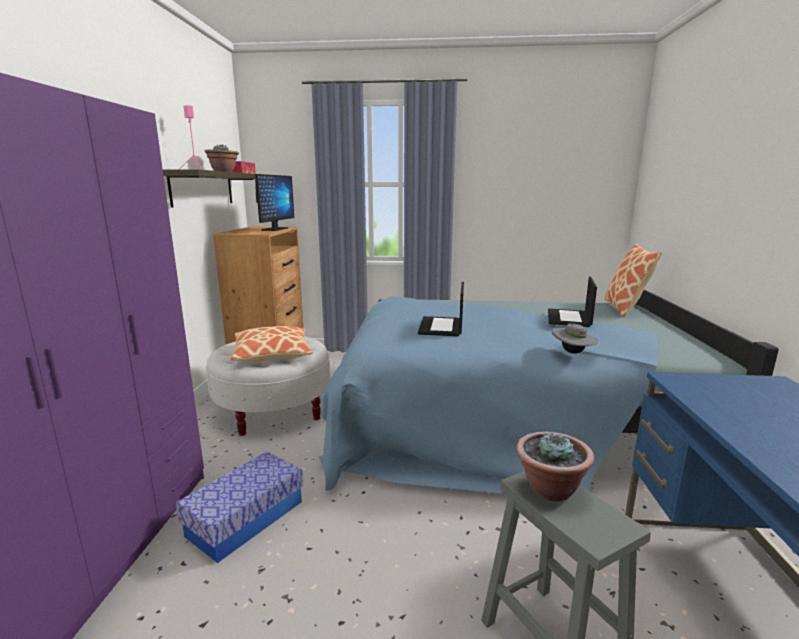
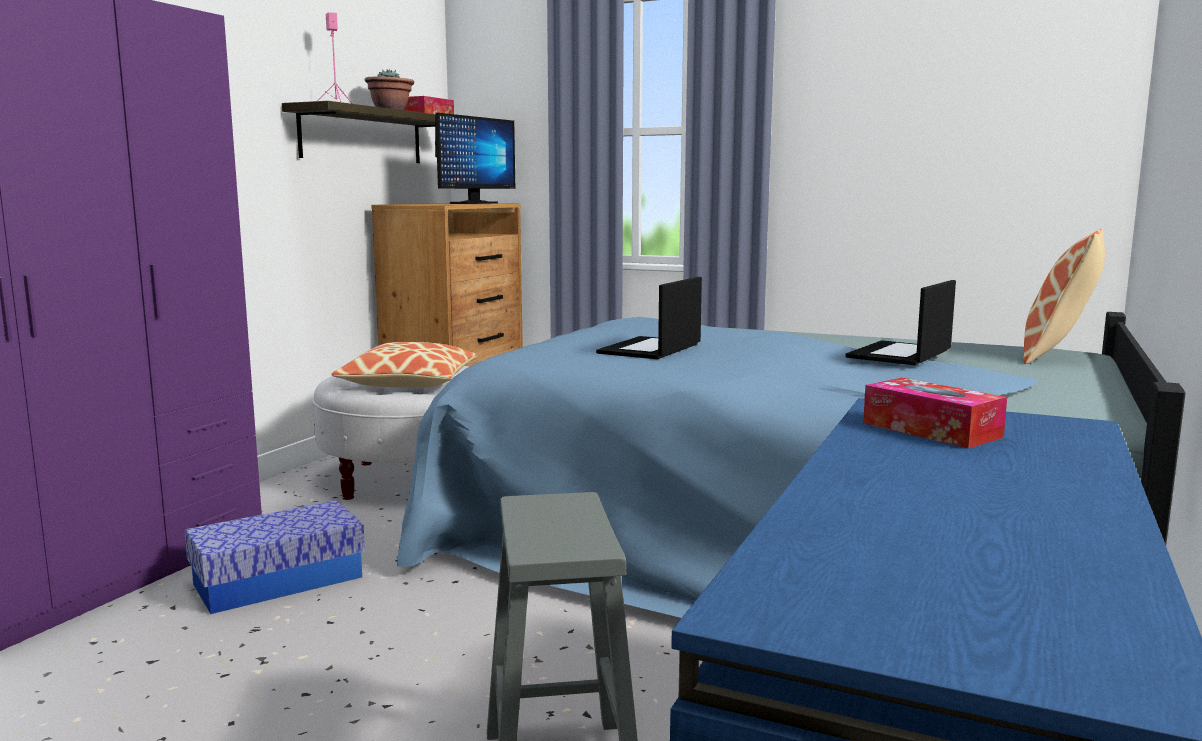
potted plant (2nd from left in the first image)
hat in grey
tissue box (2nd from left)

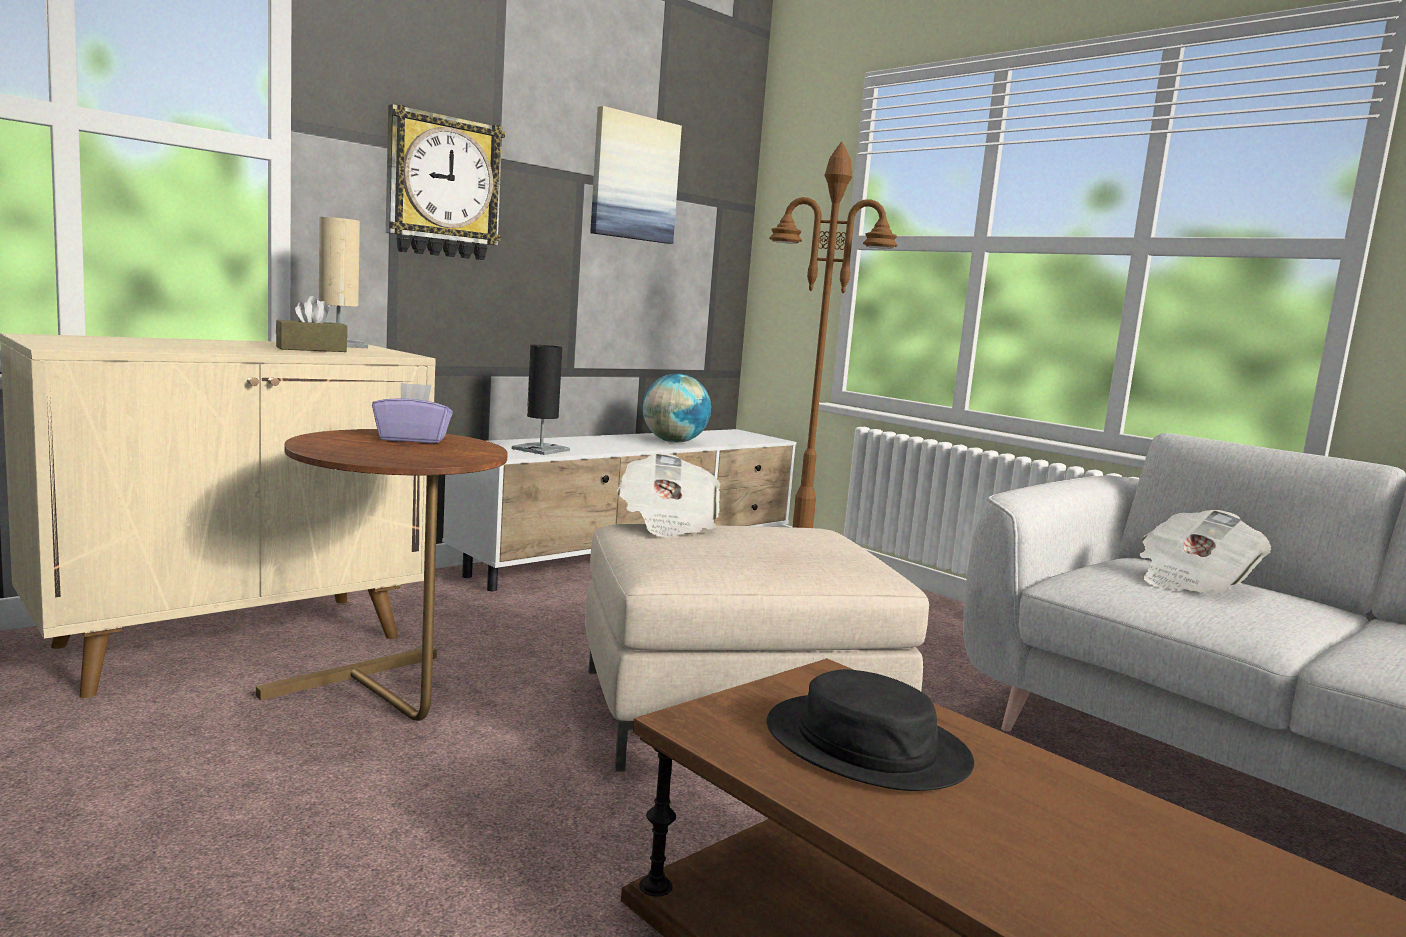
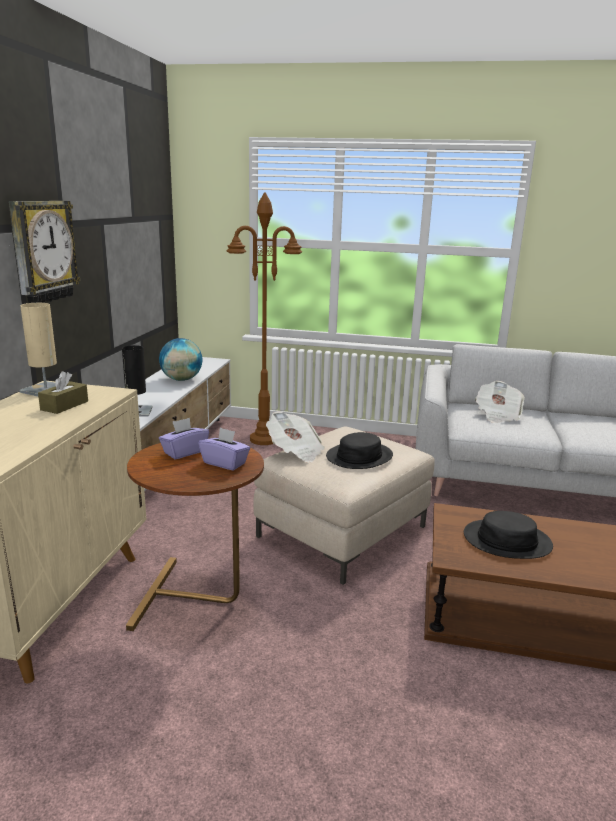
picture
tissue box in purple (2nd from left)
hat in black (1st from left)

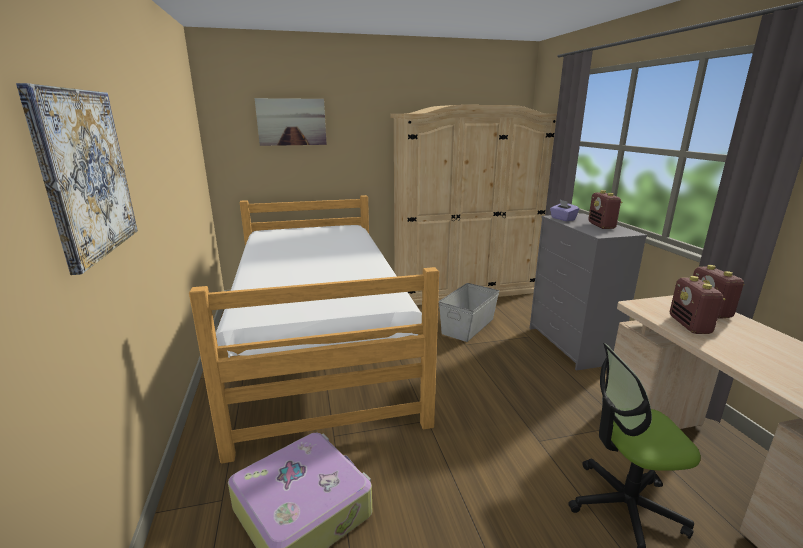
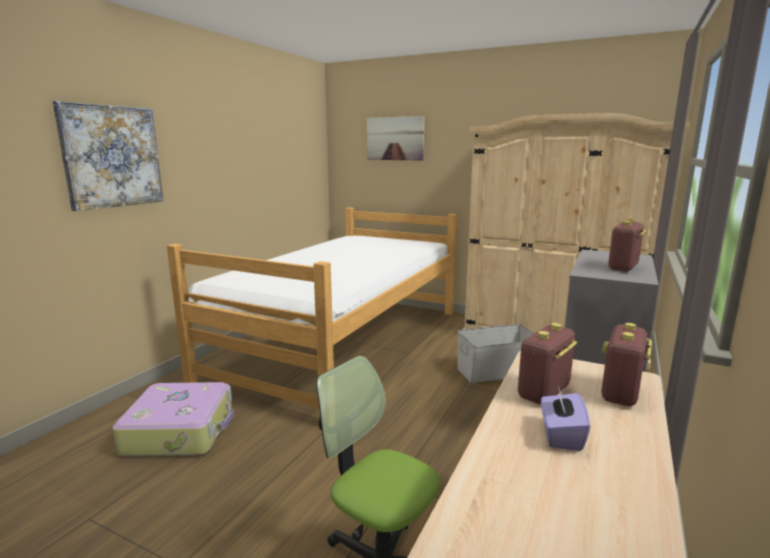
tissue box in purple

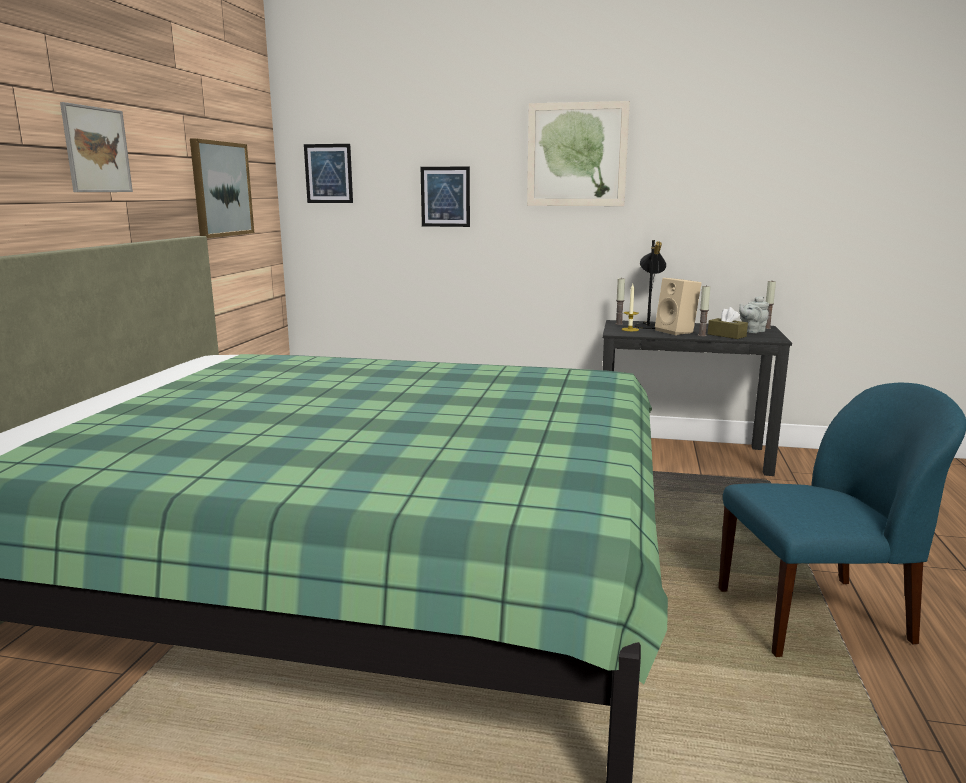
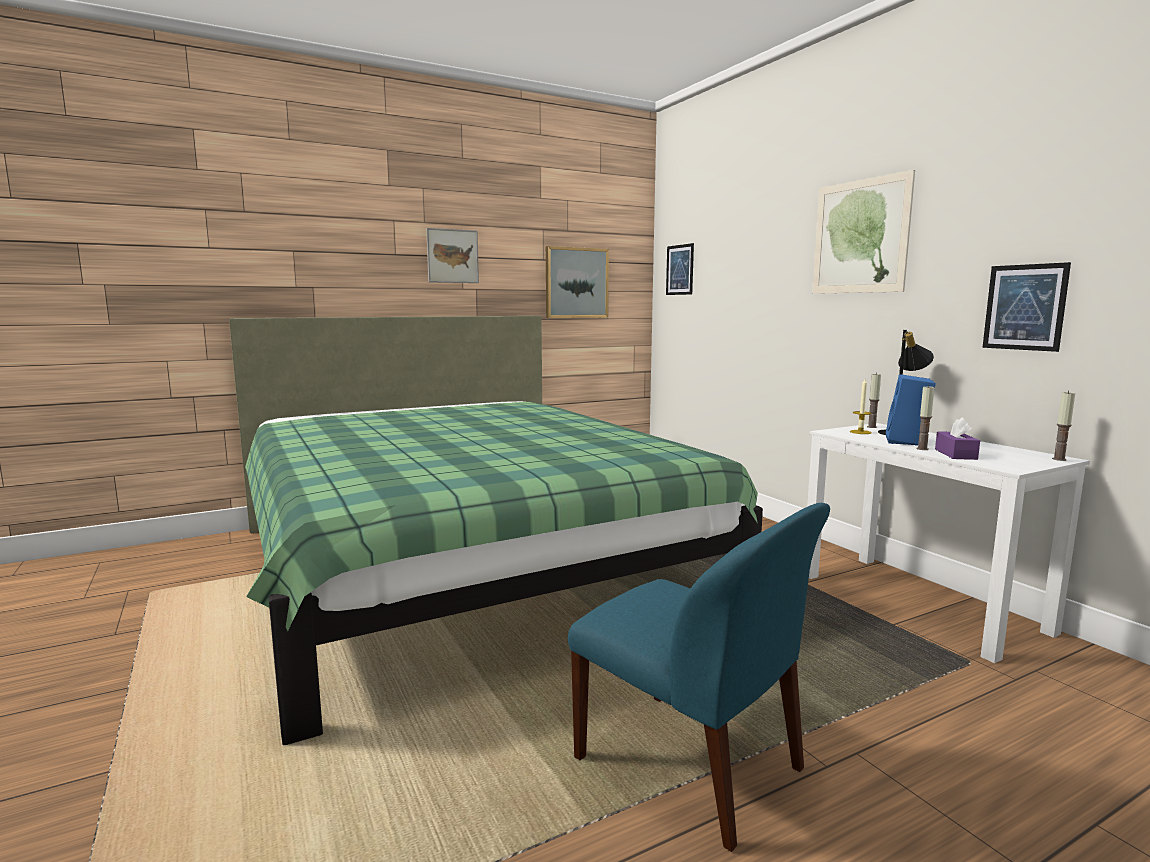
picture (5th from left)
desk in white
speaker in blue
tissue box in purple
teapot in grey

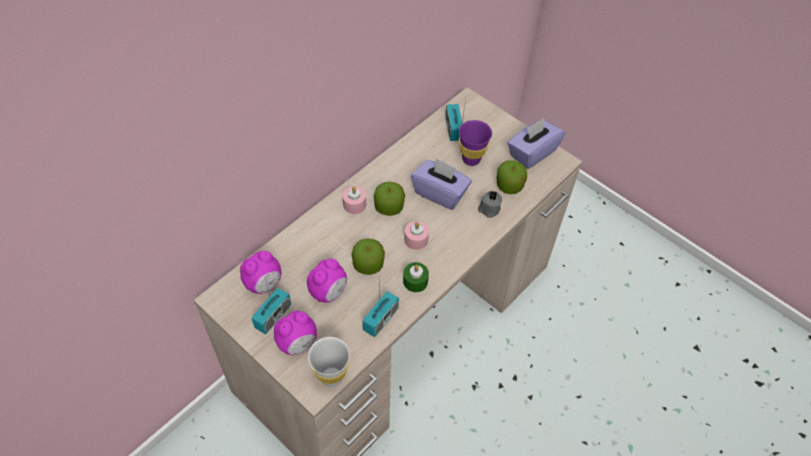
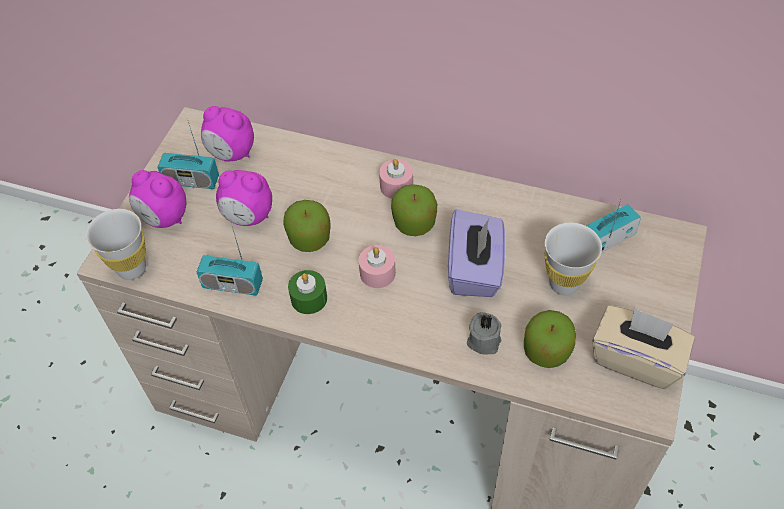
cup in white (2nd from left)
tissue box in beige

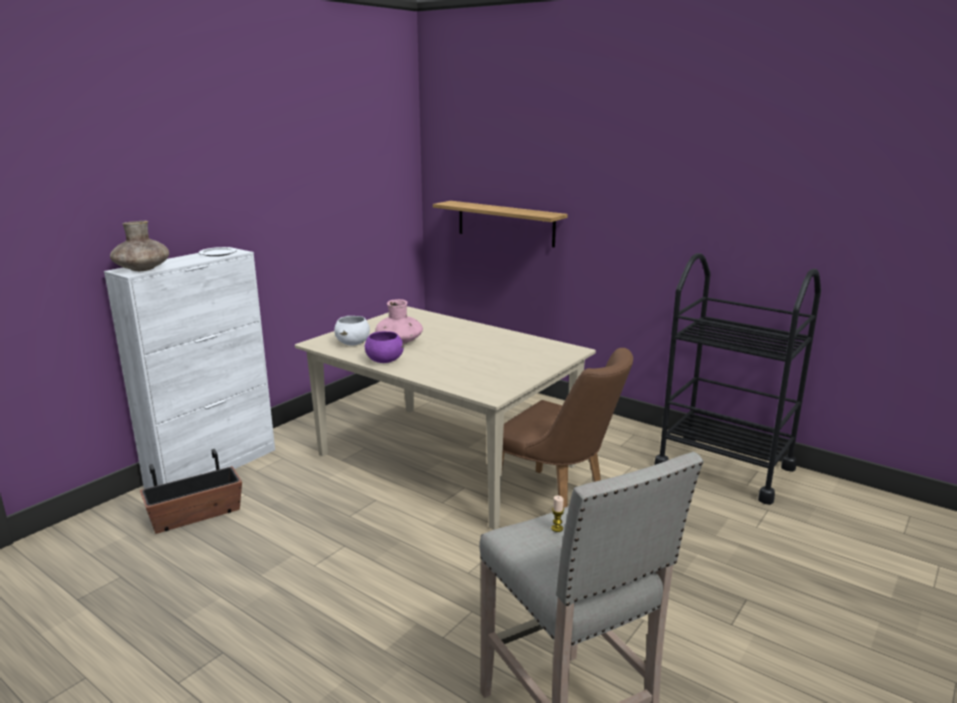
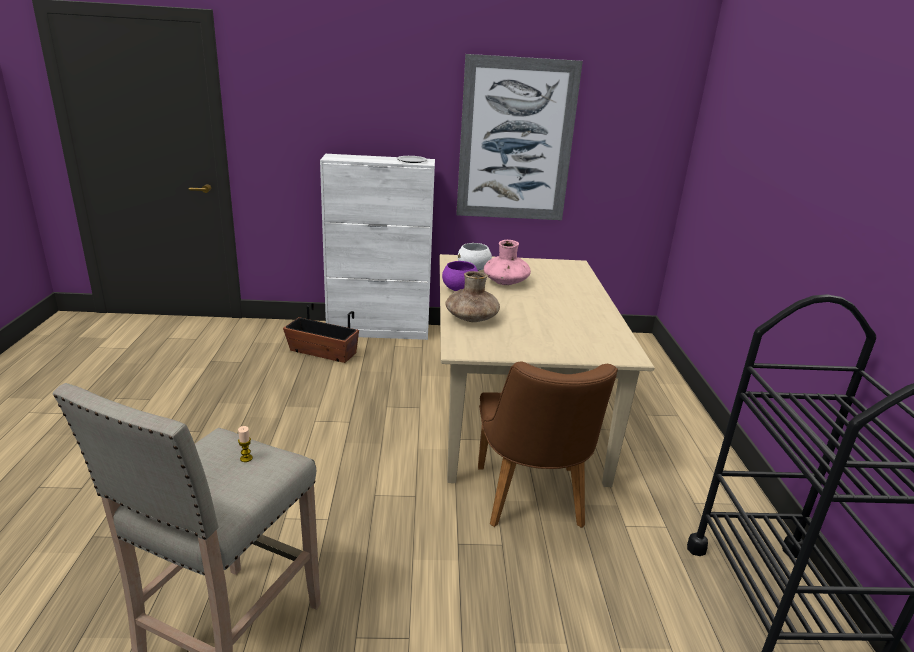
vase in brown
shelf
picture

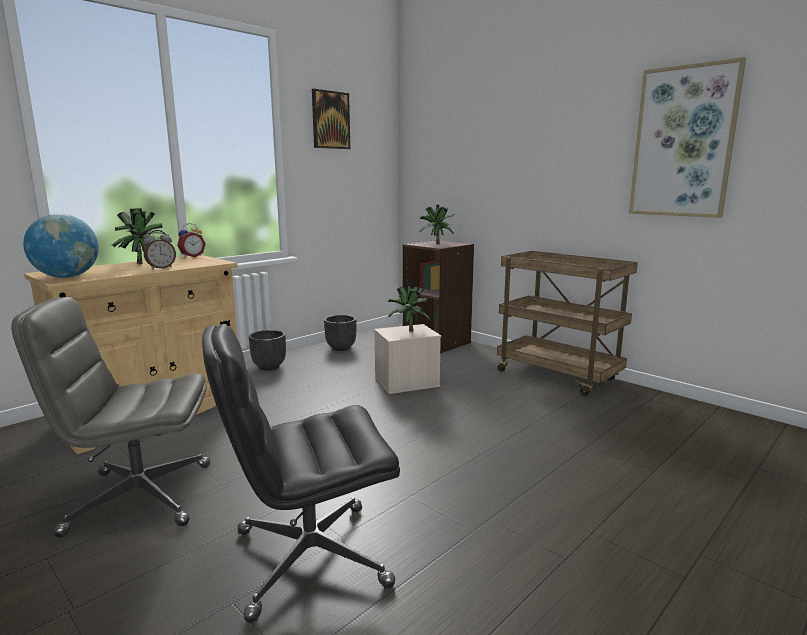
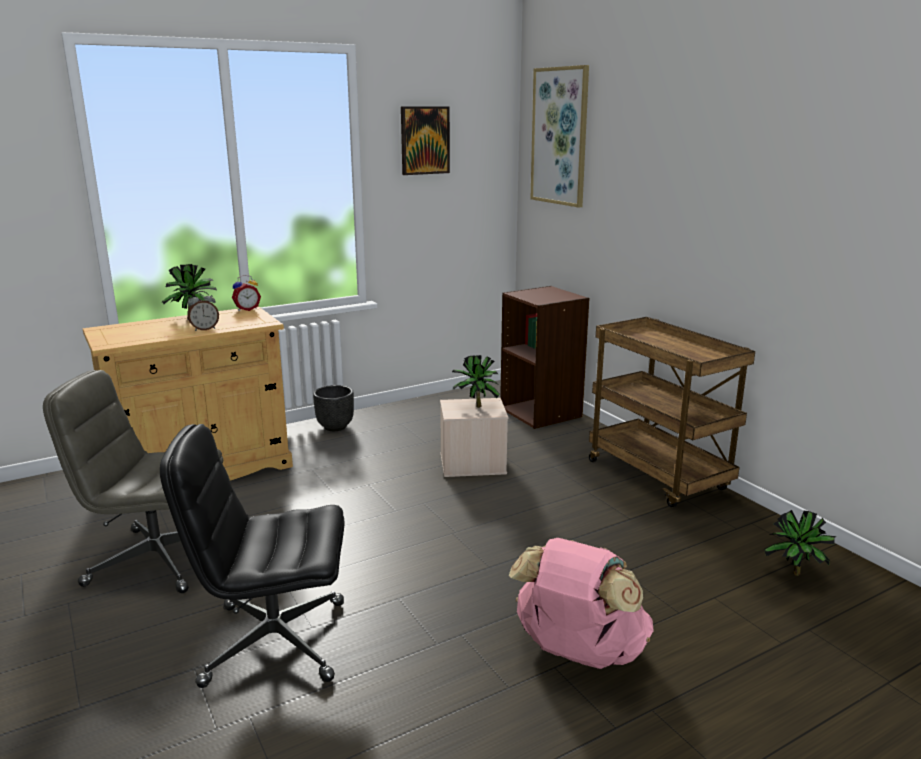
globe
planter in black (2nd from left in the first image)
potted plant (3rd from left)
picture (2nd from left)
backpack in pink

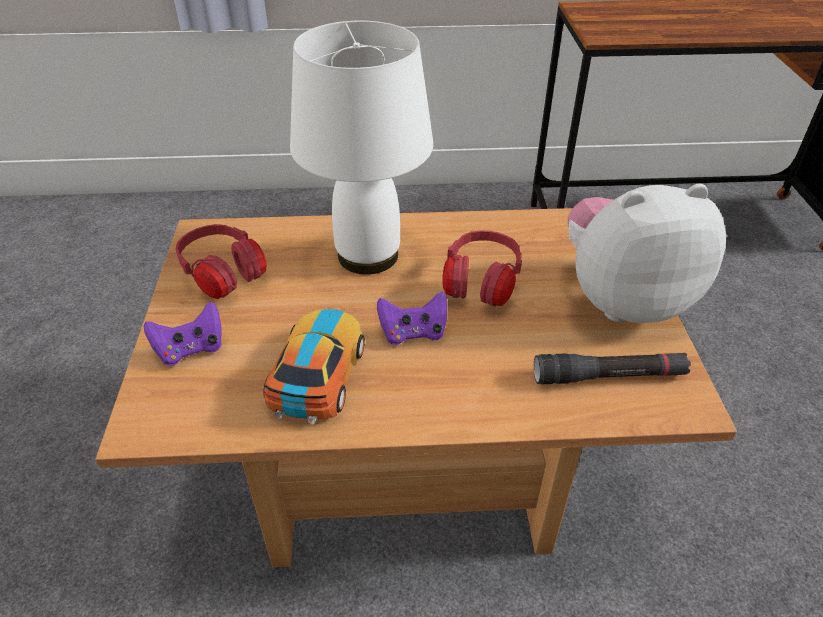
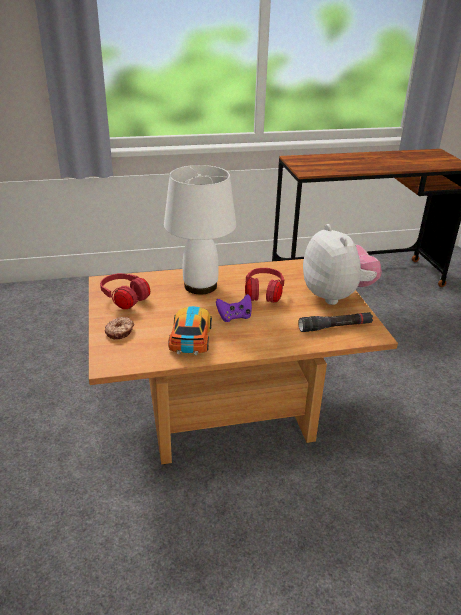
donut
plush toy

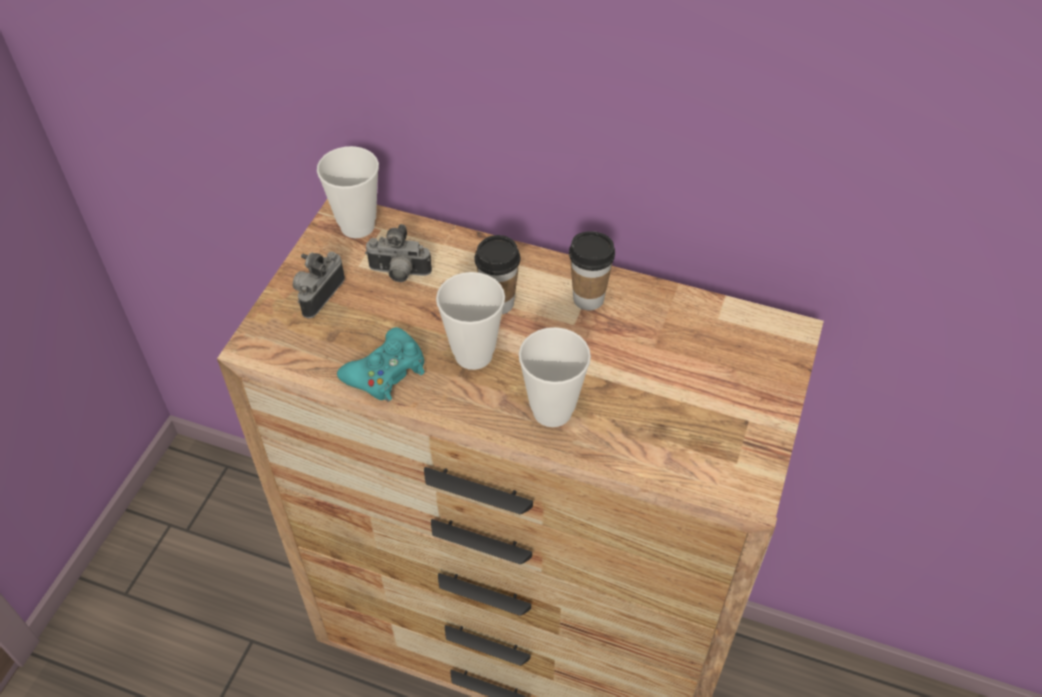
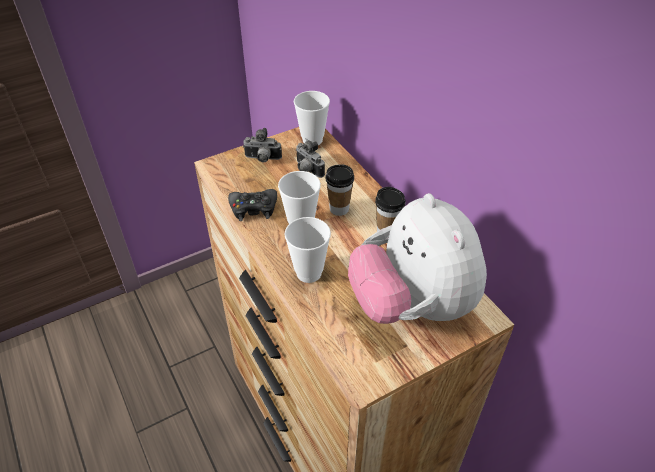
photo camera (1st from left)
game controller in black
plush toy

